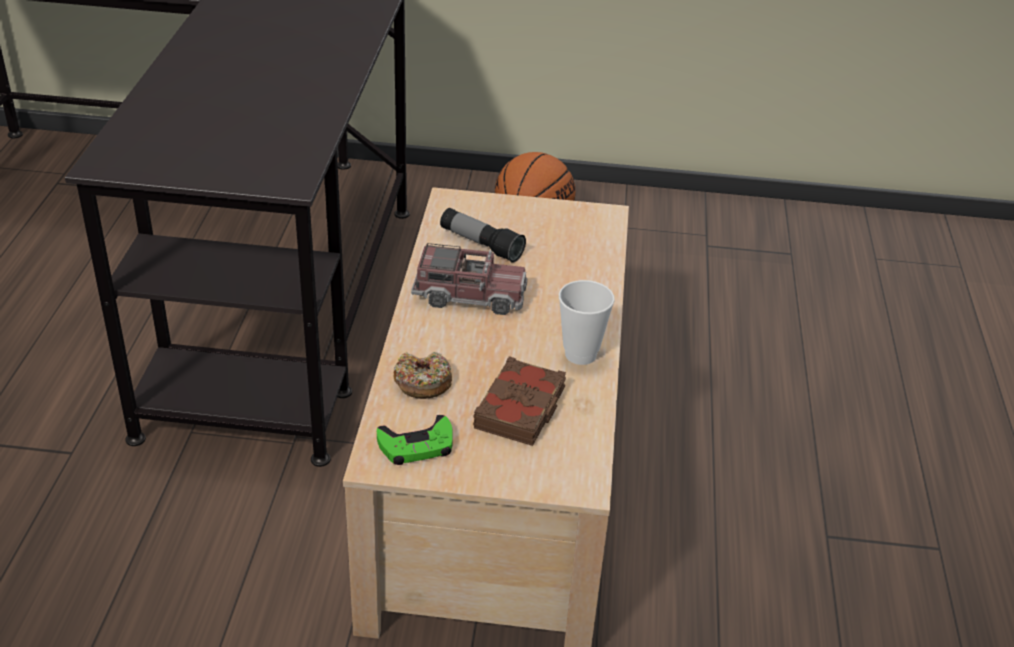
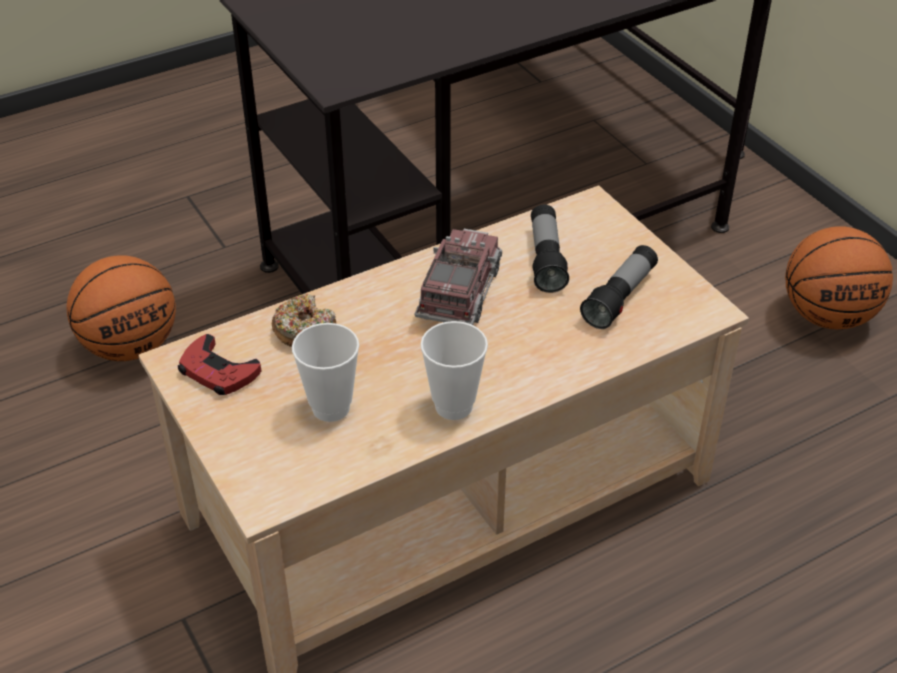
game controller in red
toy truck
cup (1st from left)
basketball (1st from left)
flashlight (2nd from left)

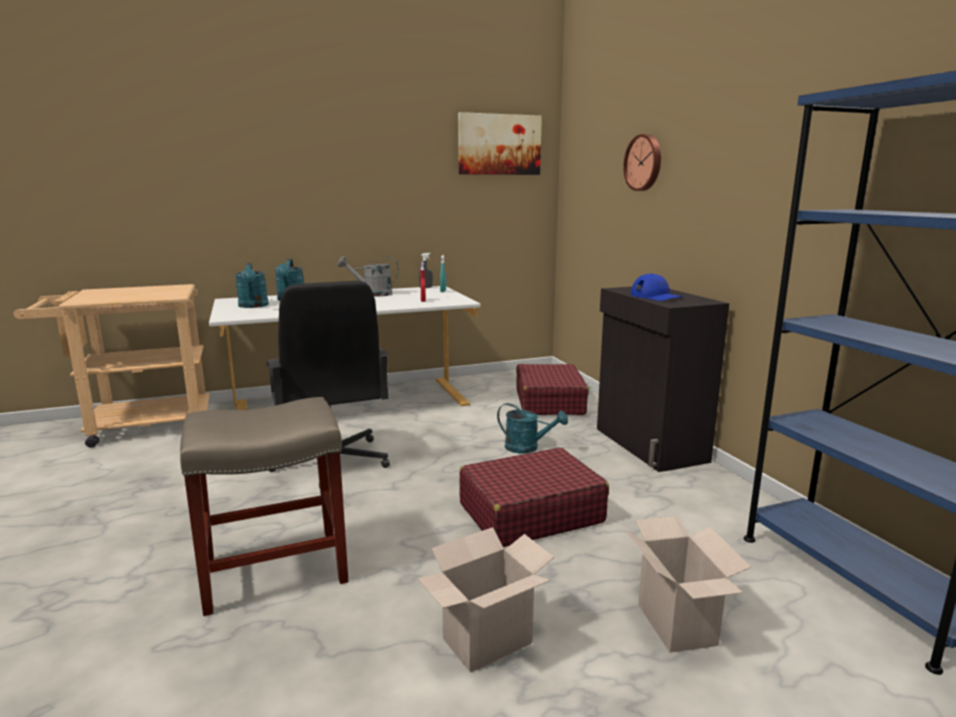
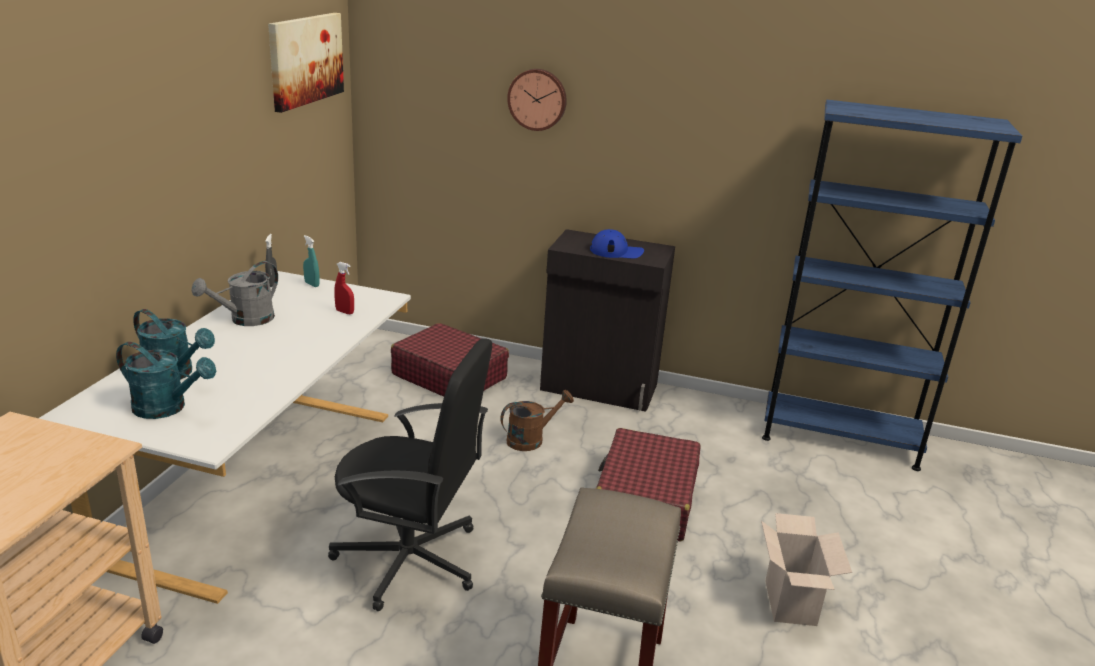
watering can in brown
cardboard box (2nd from left in the first image)

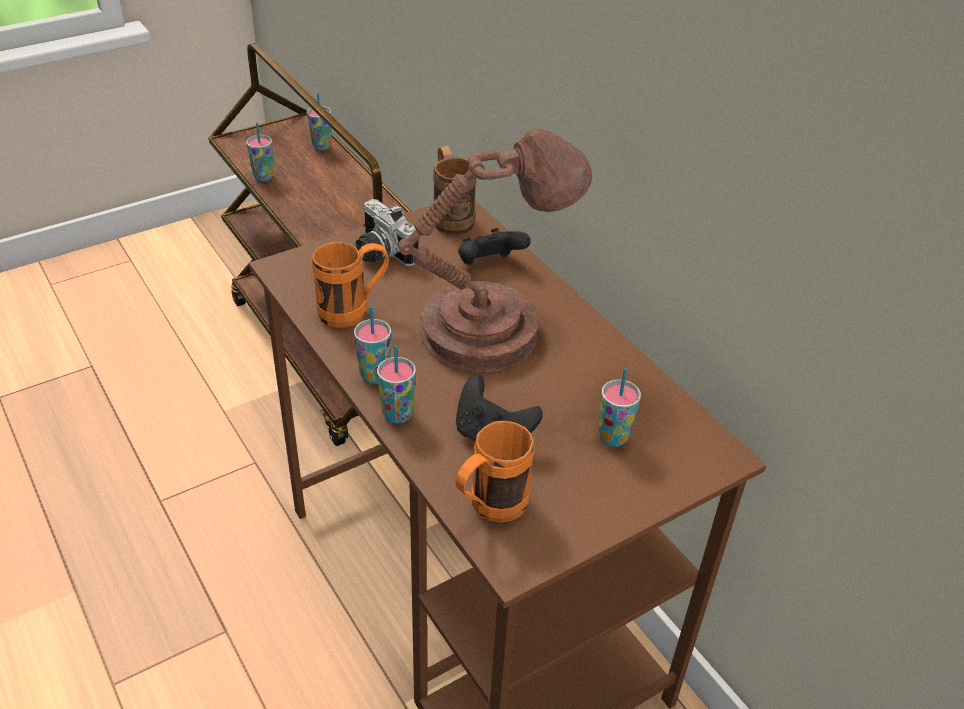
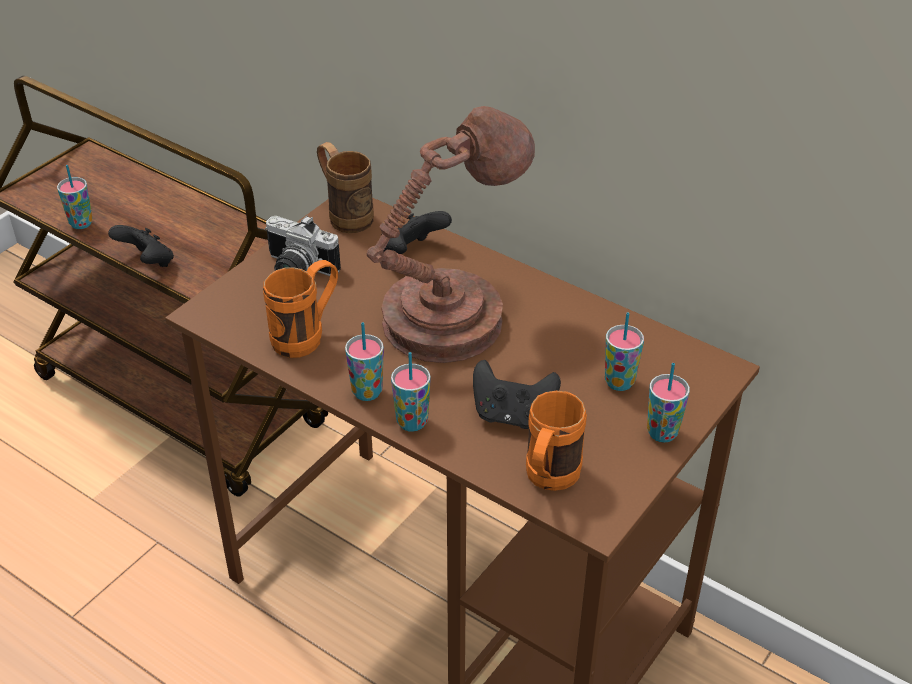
cup (5th from left)
game controller in black (1st from left)

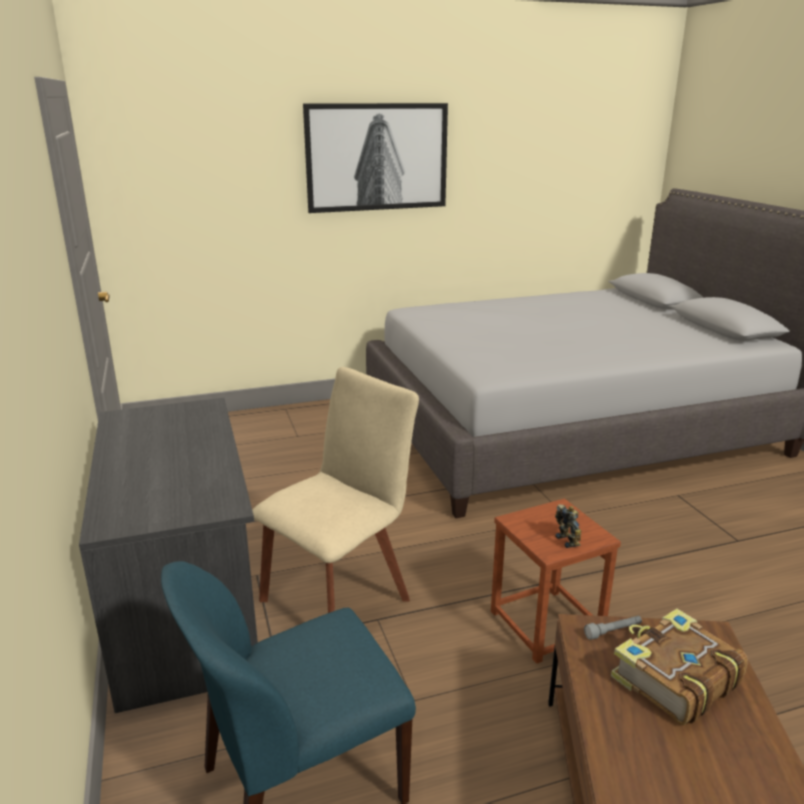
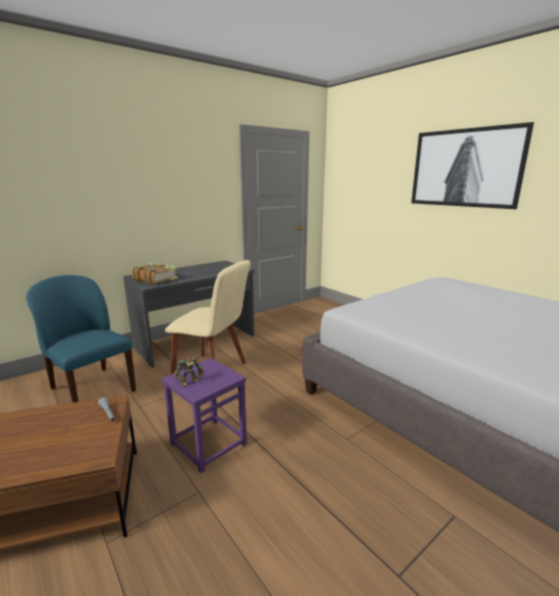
stool in purple
book

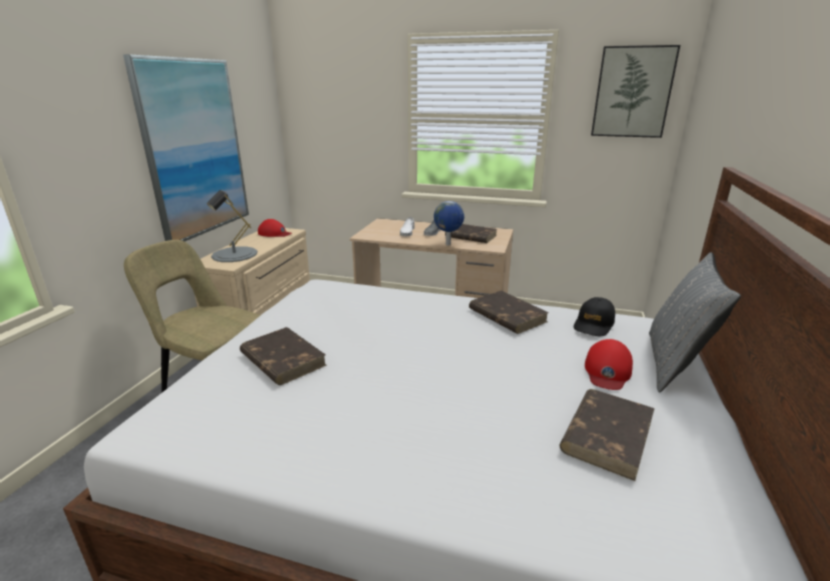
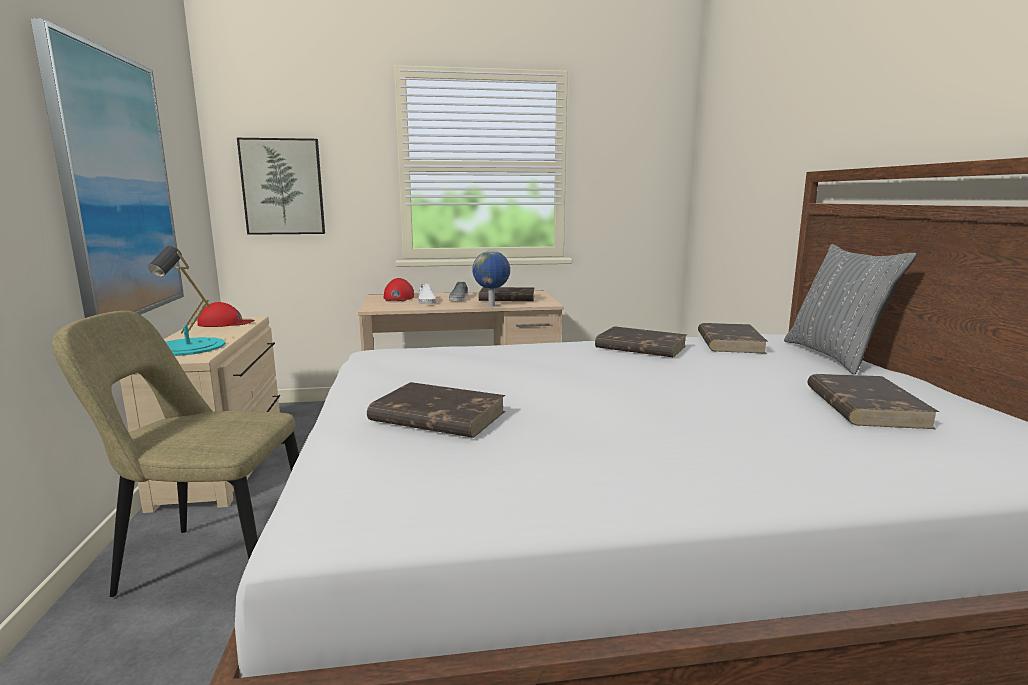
table lamp in turquoise
book in brown (4th from left)
cap in red (2nd from left)
picture (2nd from left)

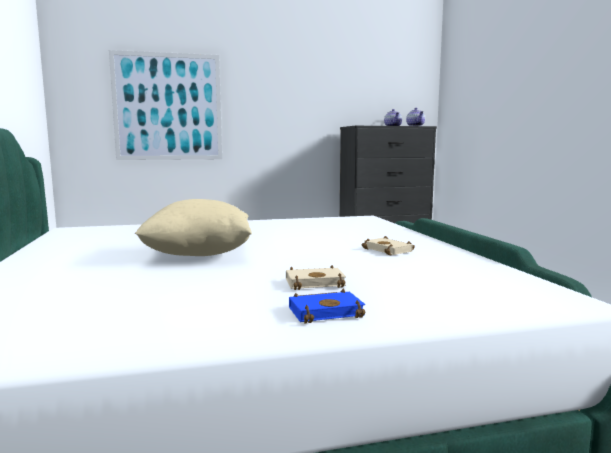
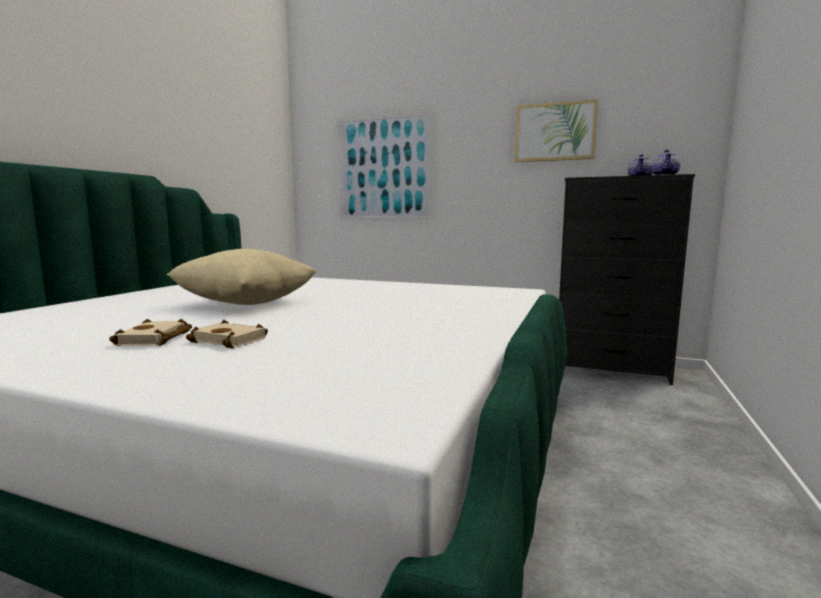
book in blue
book in beige (1st from left)
picture (2nd from left)

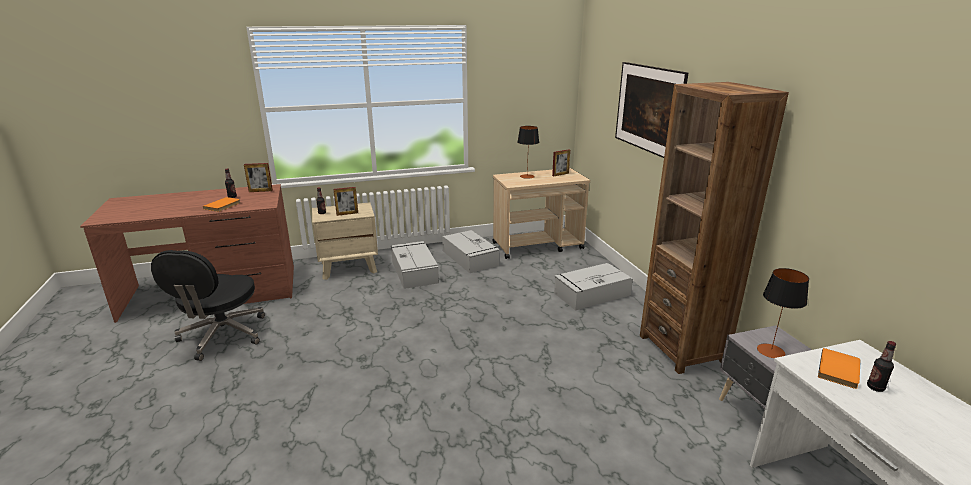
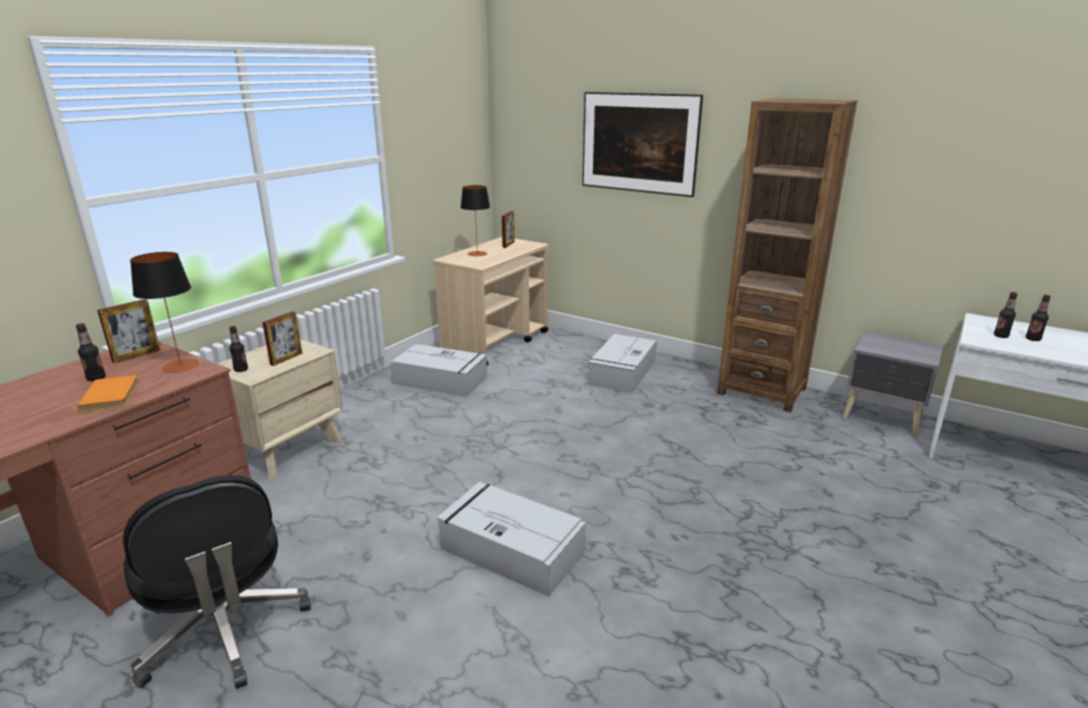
storage box in grey (2nd from left)
table lamp (1st from left)
bottle (3rd from left)

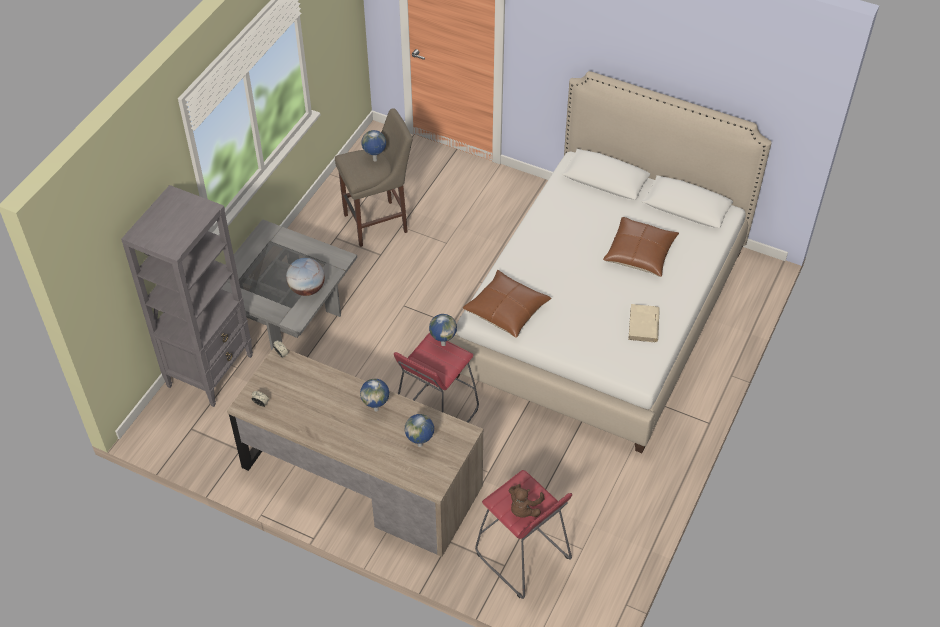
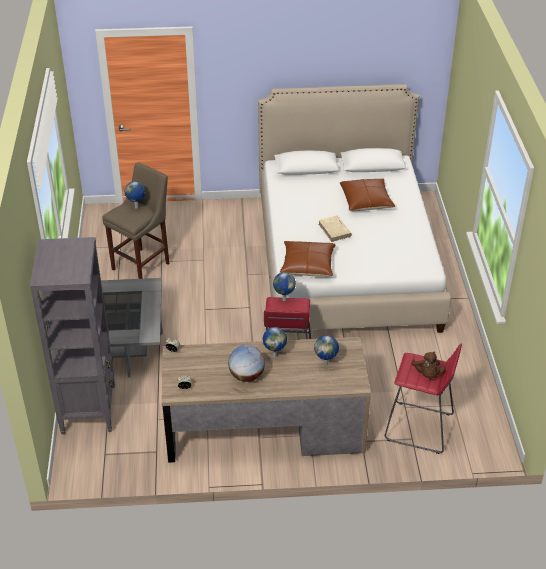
globe (2nd from left)
book in beige

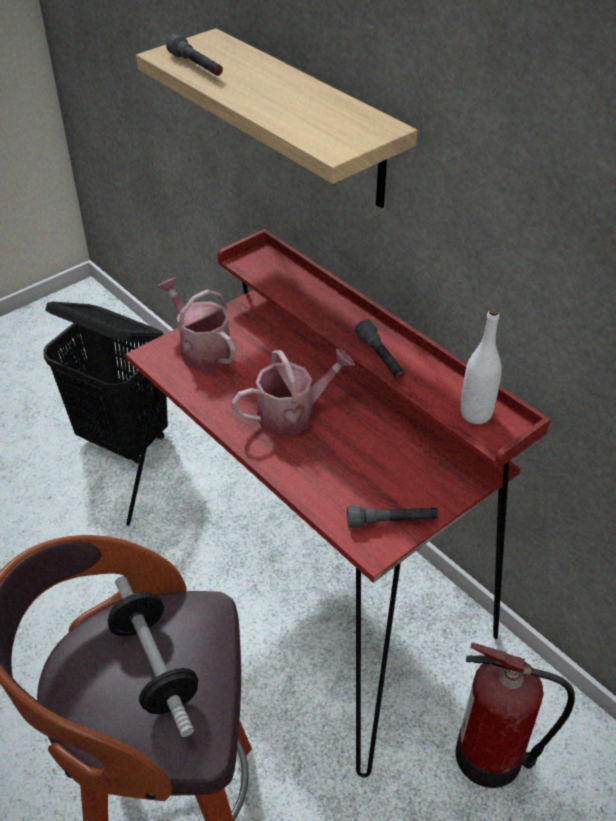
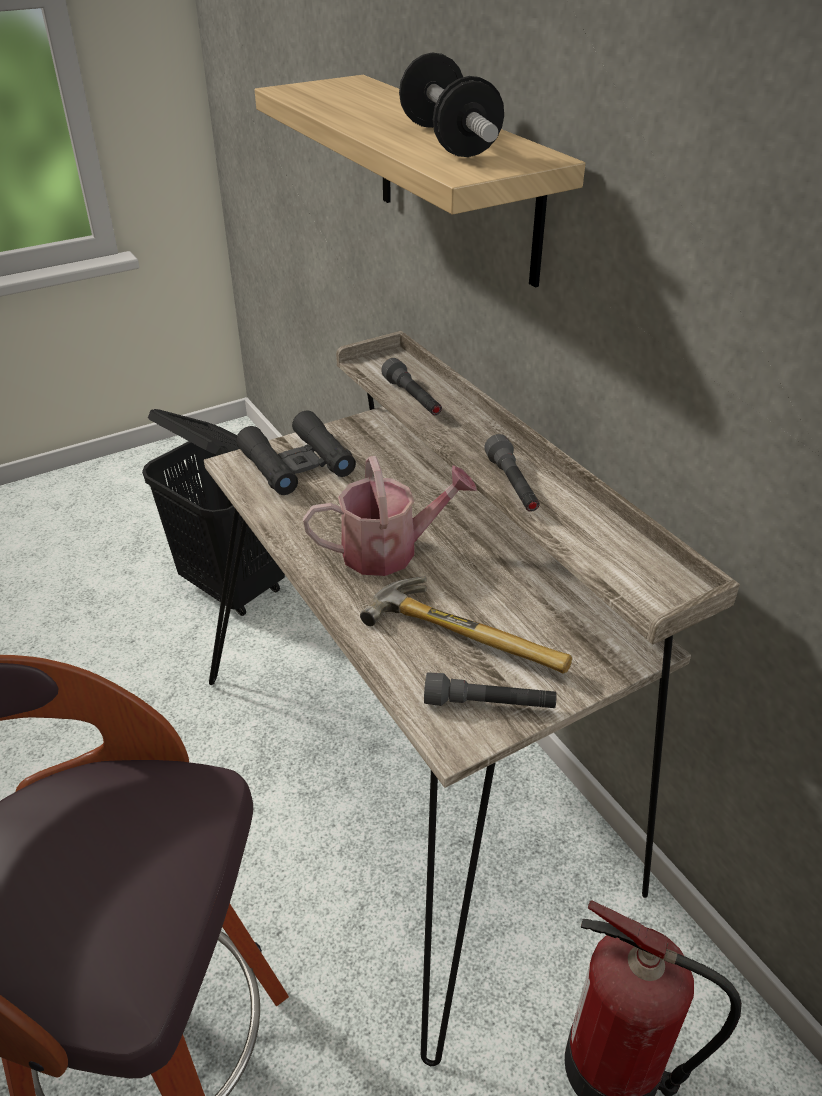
dumbbell
desk in beige
binoculars in black
flashlight in grey (1st from left)
bottle in white
hammer

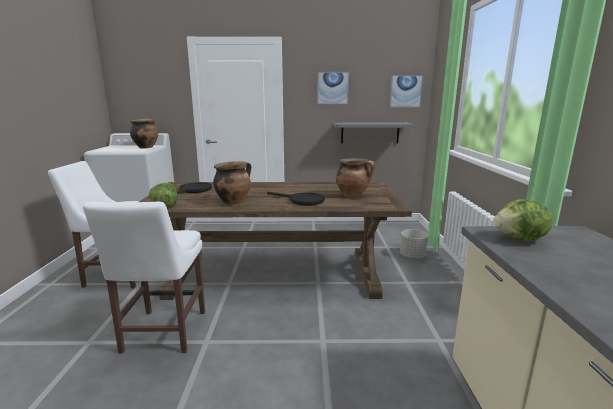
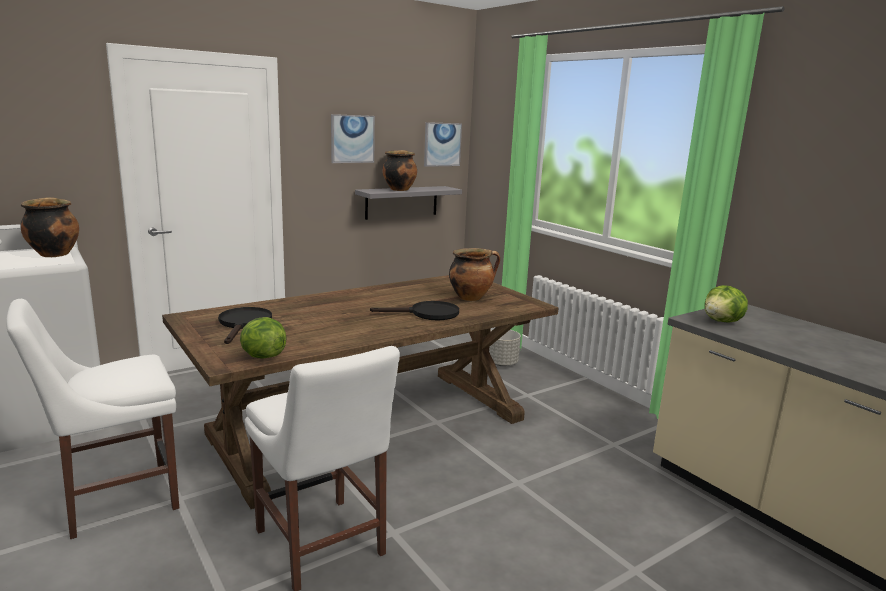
cooking pot (2nd from left)

